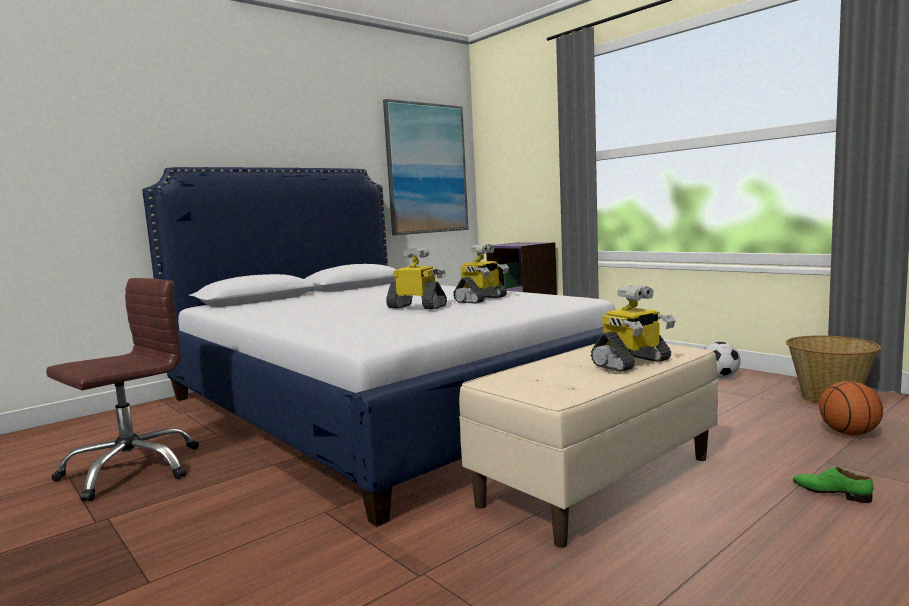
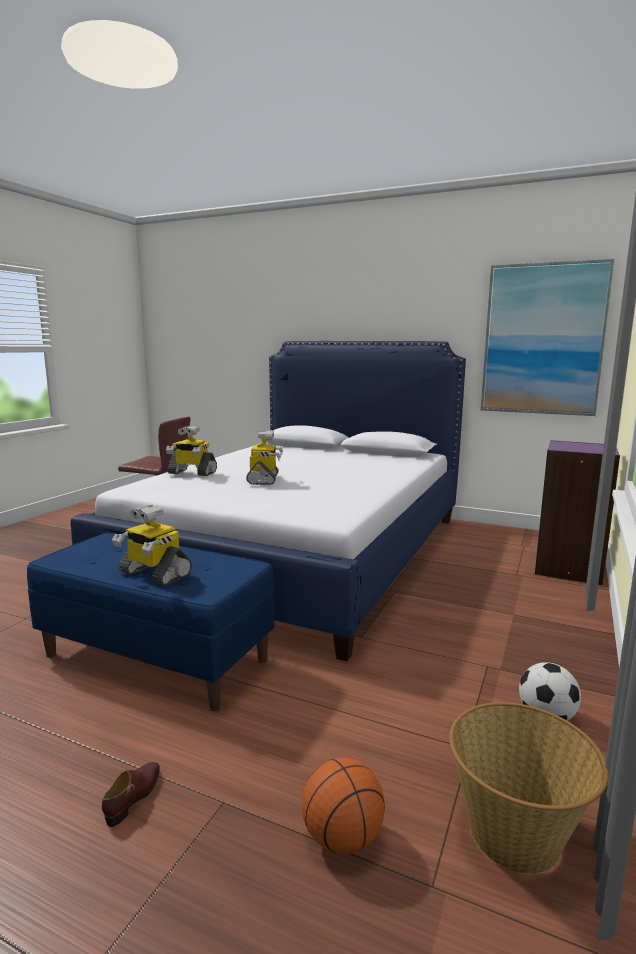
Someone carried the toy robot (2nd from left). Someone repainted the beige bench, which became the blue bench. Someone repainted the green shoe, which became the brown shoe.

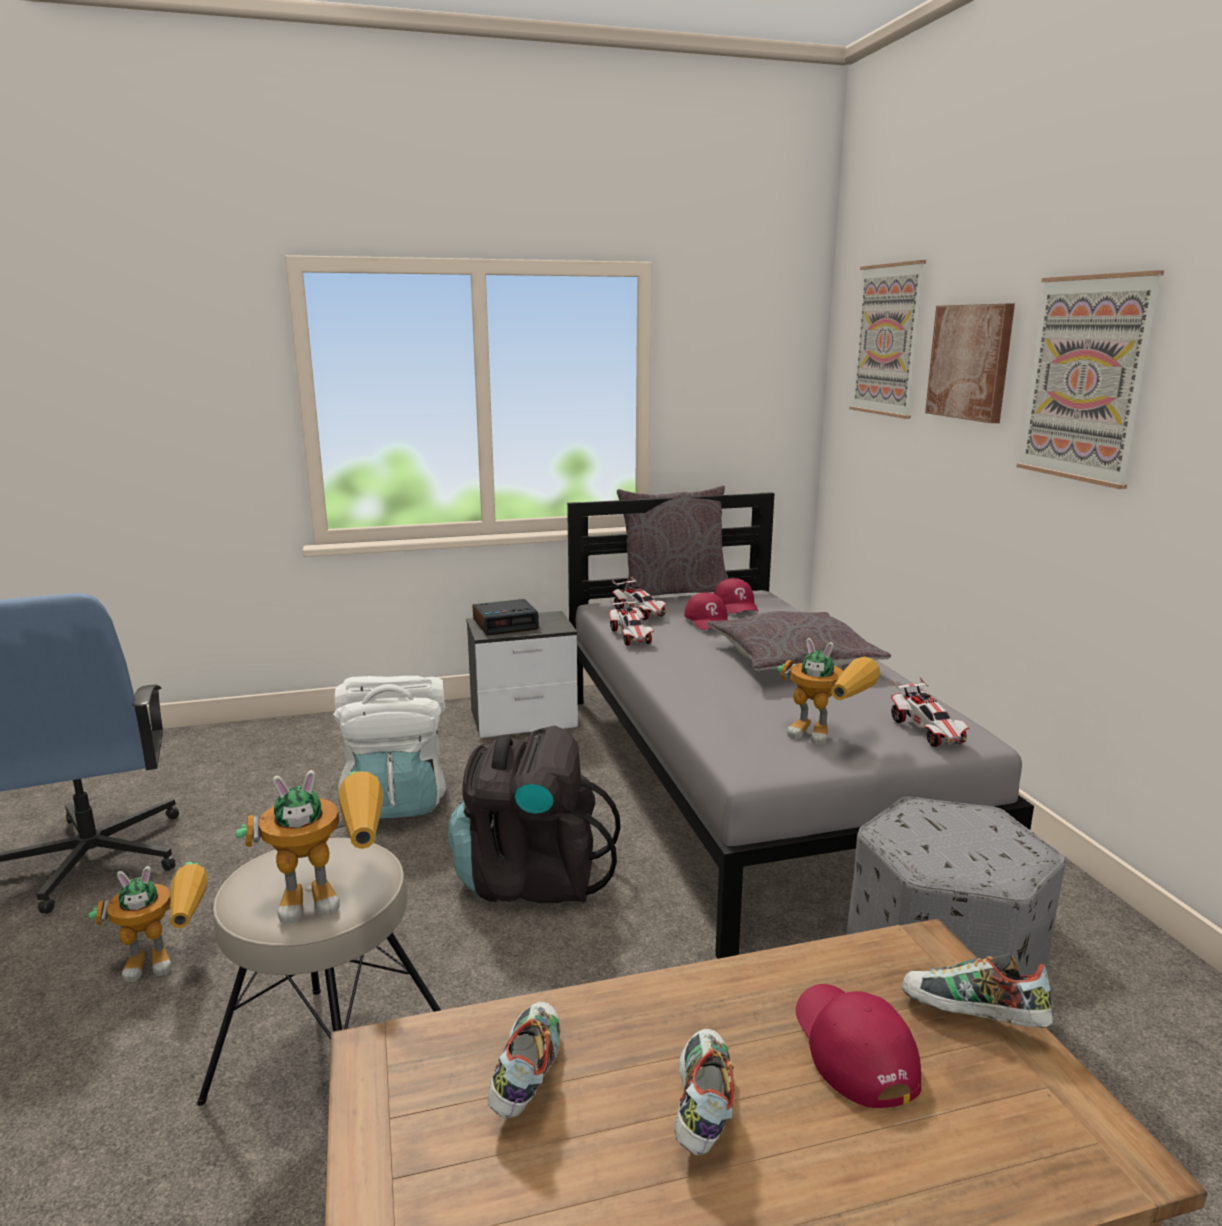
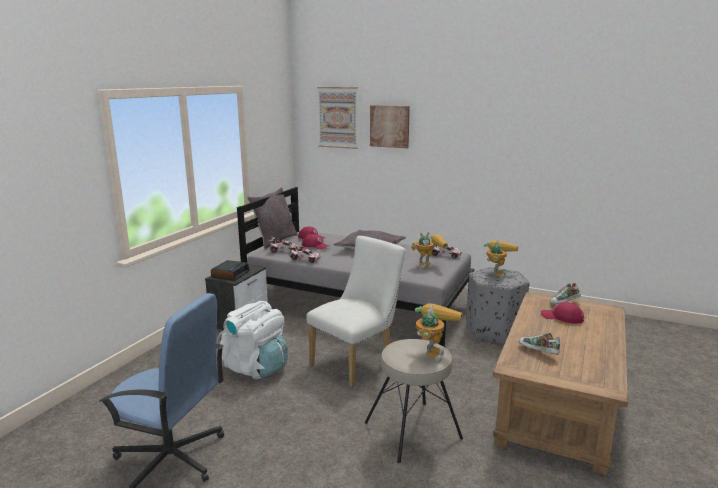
Someone carried the toy robot (1st from left in the first image). Someone swapped the black backpack for the white chair. Someone took away the shoe (2nd from left). Someone took away the picture (3rd from left).

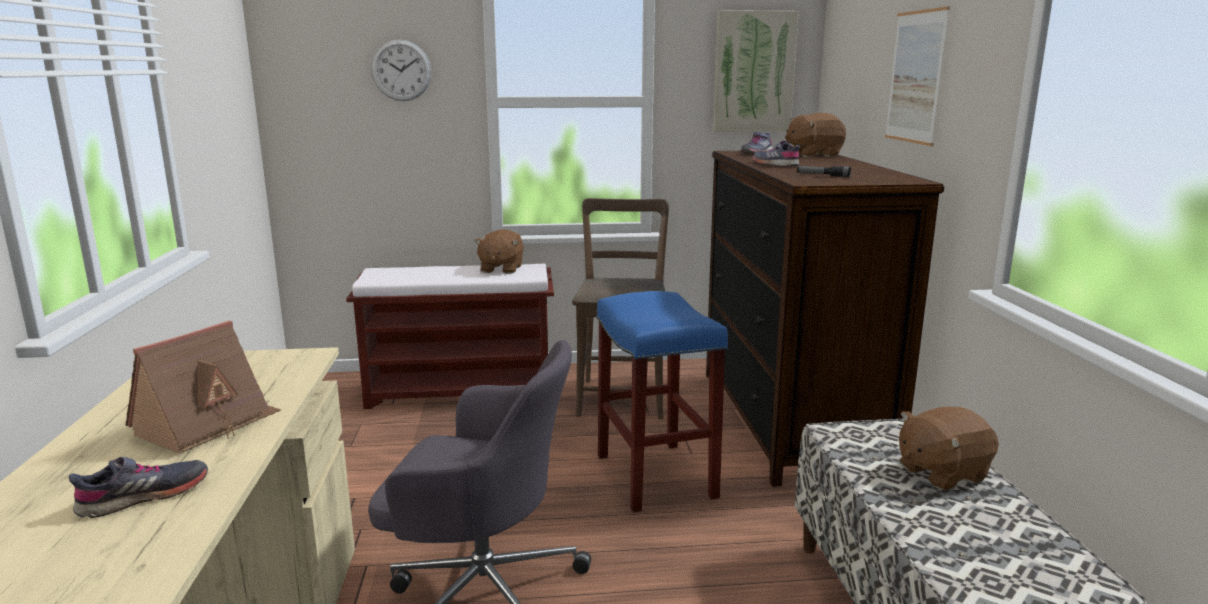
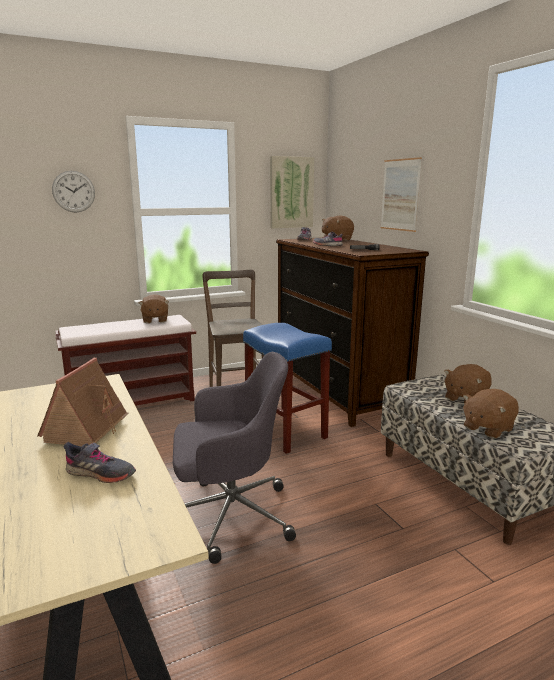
Someone rotated the grey shoe (1st from left) by 75 degrees clockwise. Someone put down the brown plush toy (4th from left).

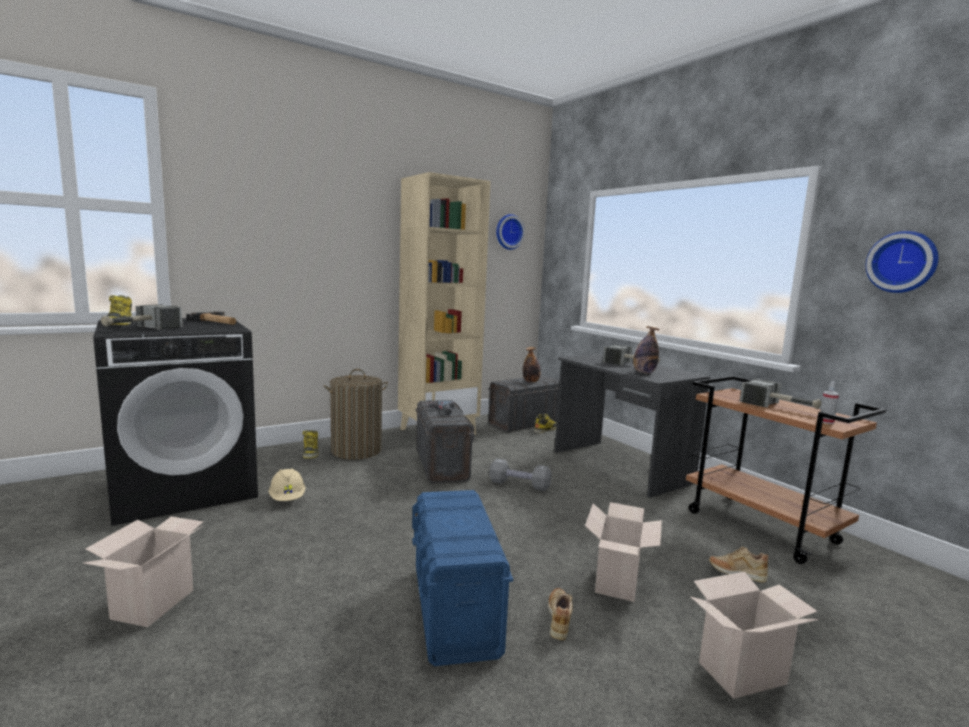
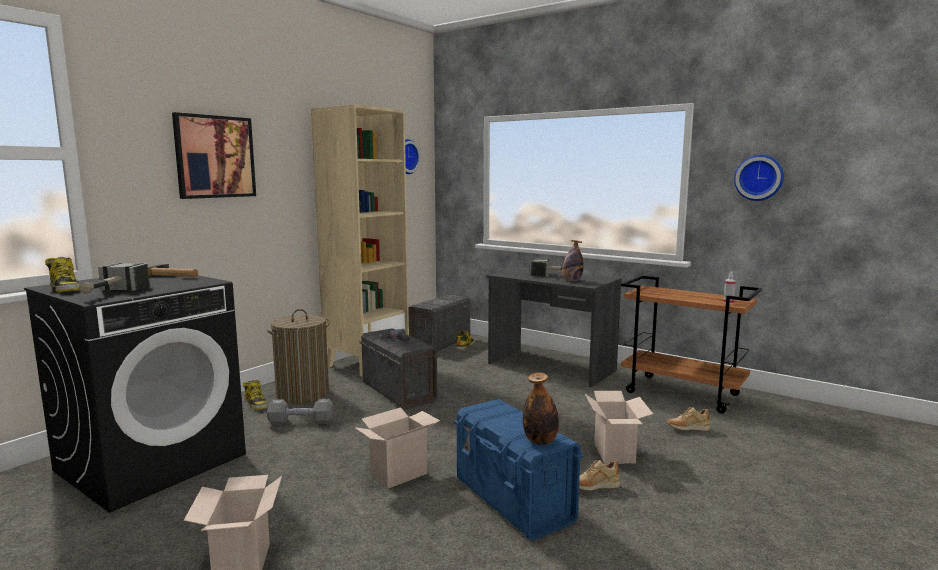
Someone took away the beige hard hat. Someone carried the grey dumbbell. Someone carried the bottle (1st from left). Someone rotated the beige shoe (1st from left) by 90 degrees counterclockwise. Someone carried the cardboard box (3rd from left in the first image). Someone took away the hammer (4th from left). Someone put up the picture.

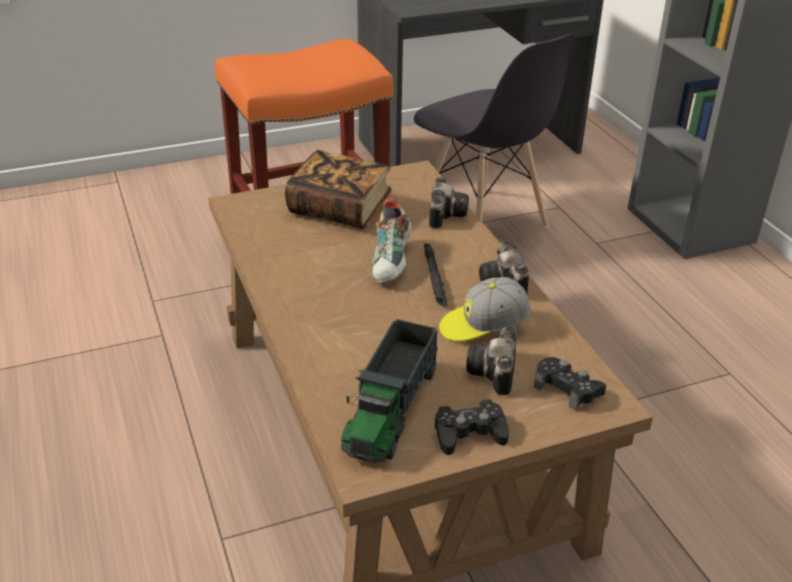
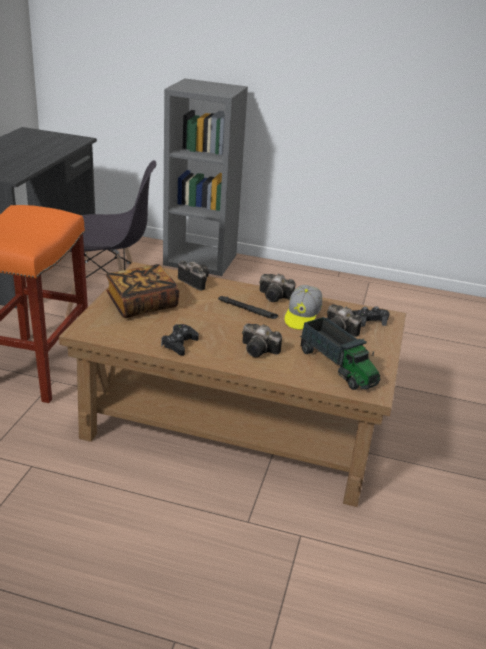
Someone took away the shoe. Someone carried the black game controller (1st from left). Someone put down the photo camera (2nd from left).

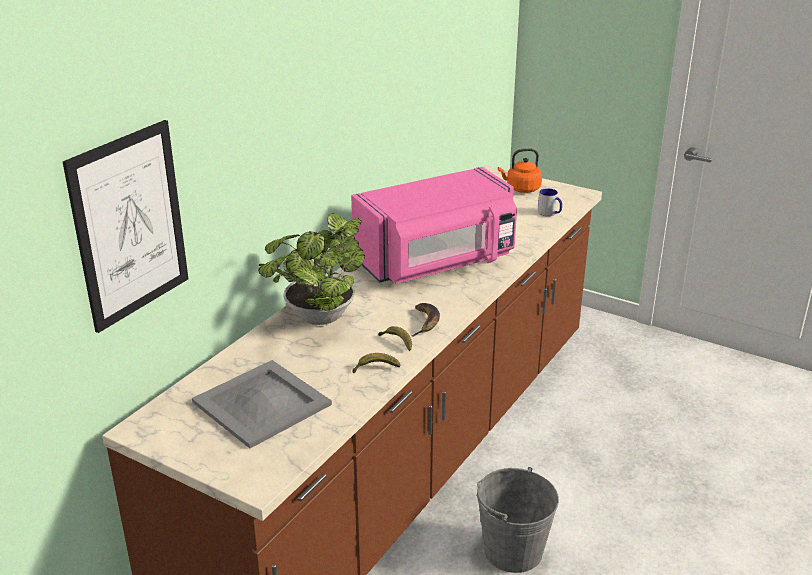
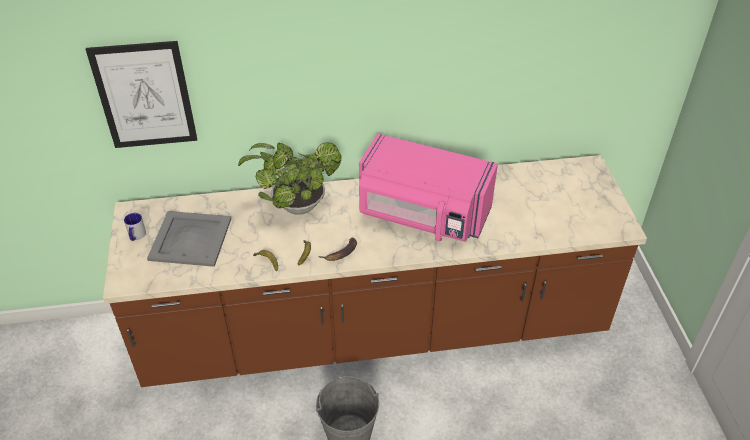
Someone took away the orange kettle. Someone carried the mug.

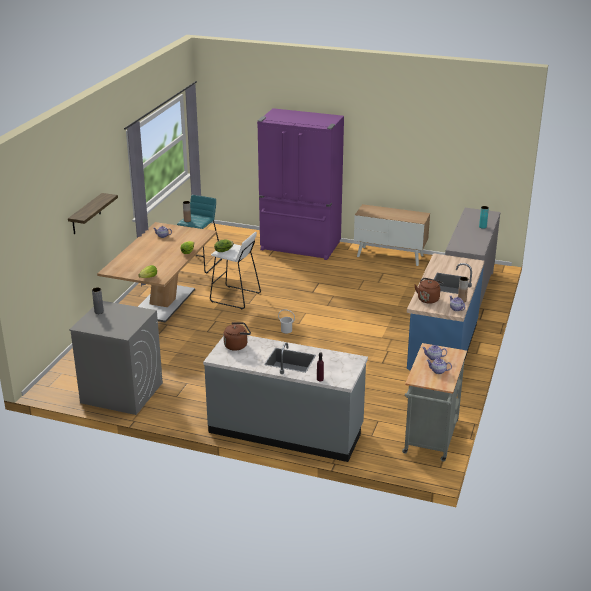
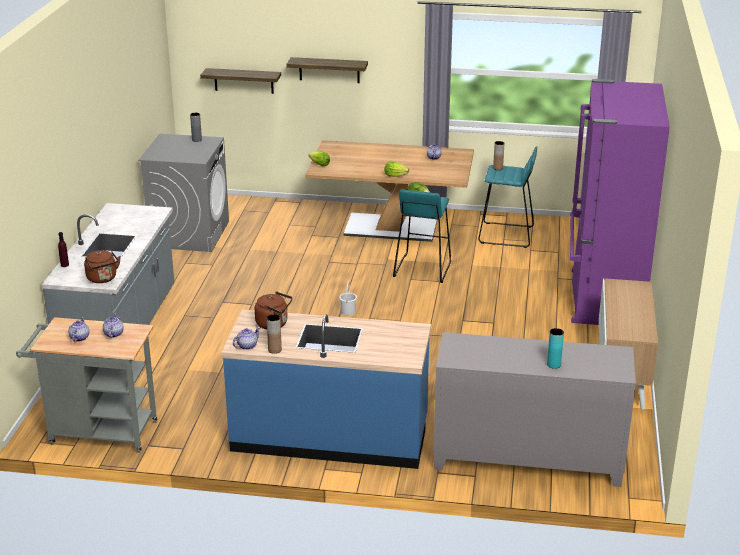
Someone repainted the white stool, which became the turquoise stool (1st from left). Someone carried the brown kettle (1st from left). Someone put up the shelf (1st from left).

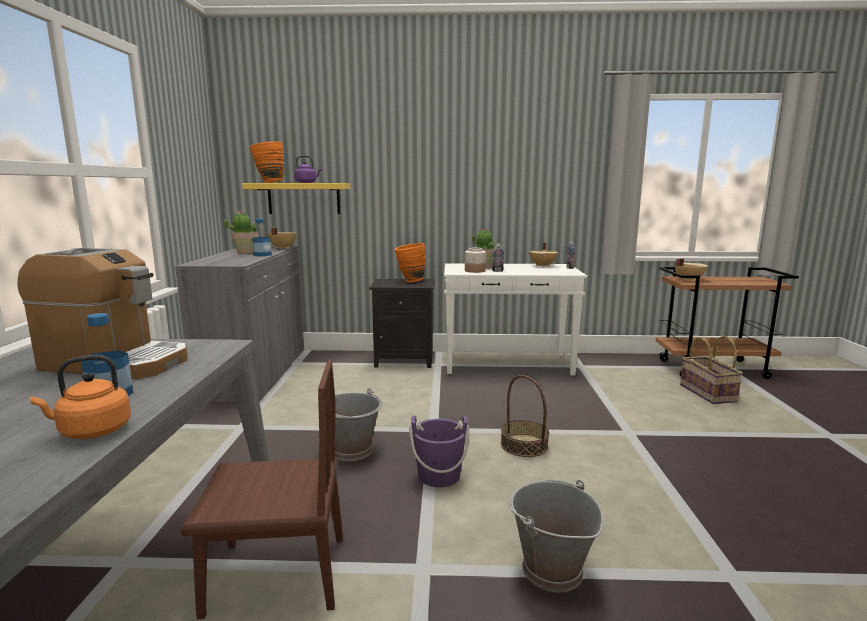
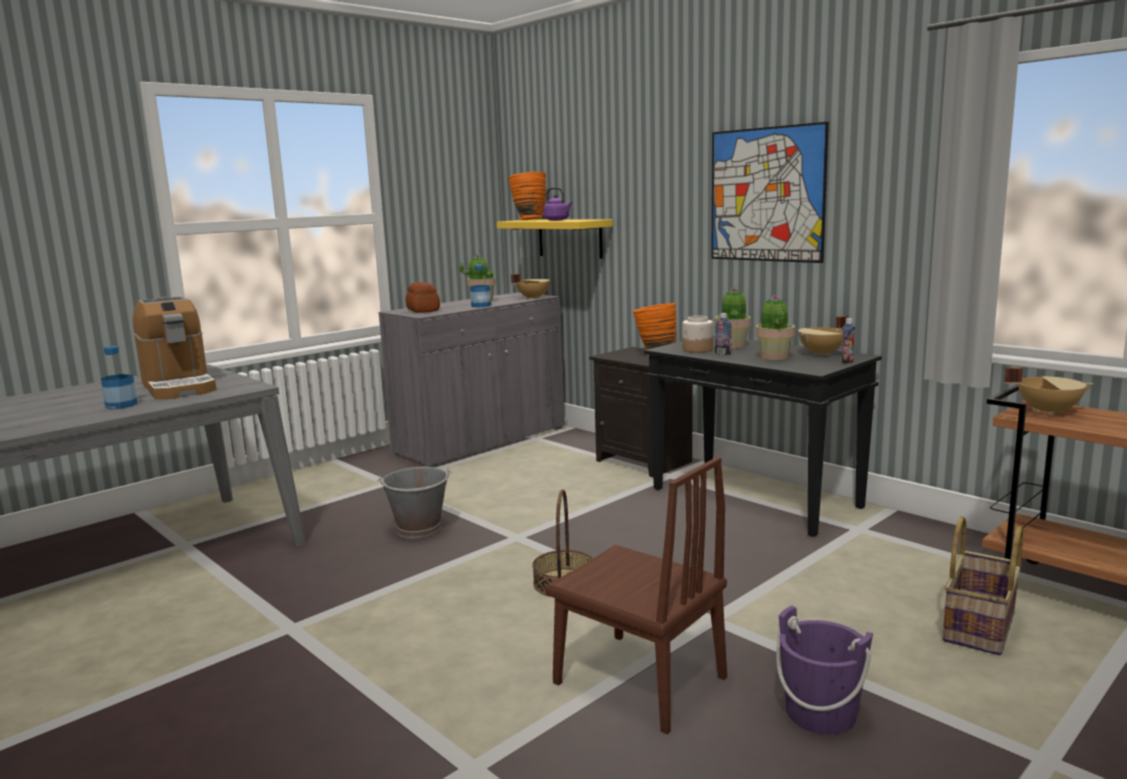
Someone took away the orange kettle. Someone carried the brown chair. Someone carried the purple bucket. Someone repainted the white console table, which became the black console table. Someone took away the grey bucket (2nd from left). Someone put down the bread. Someone put up the picture. Someone put down the potted plant (3rd from left).

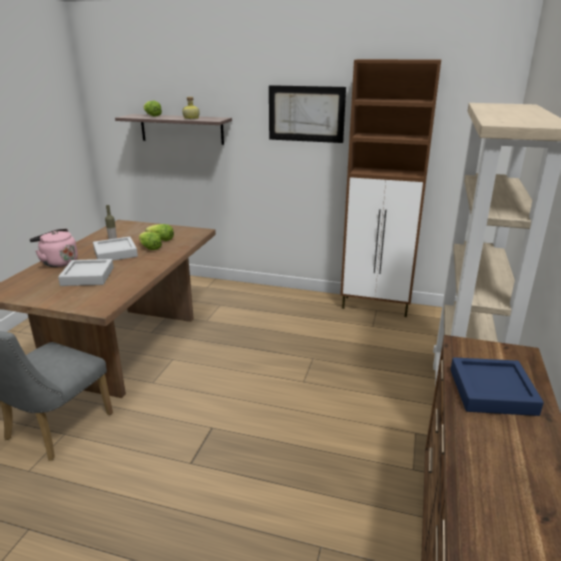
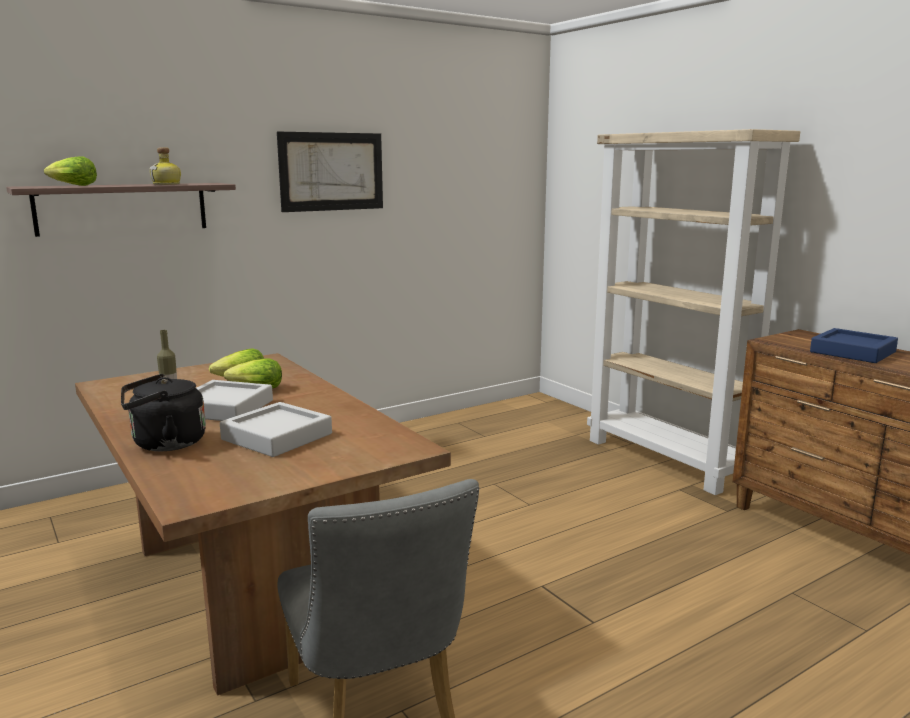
Someone repainted the pink kettle, which became the black kettle. Someone took away the brown cabinet.

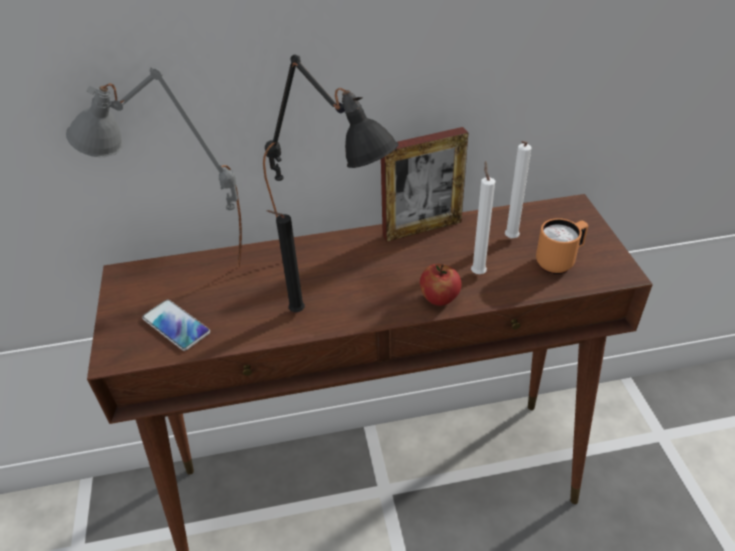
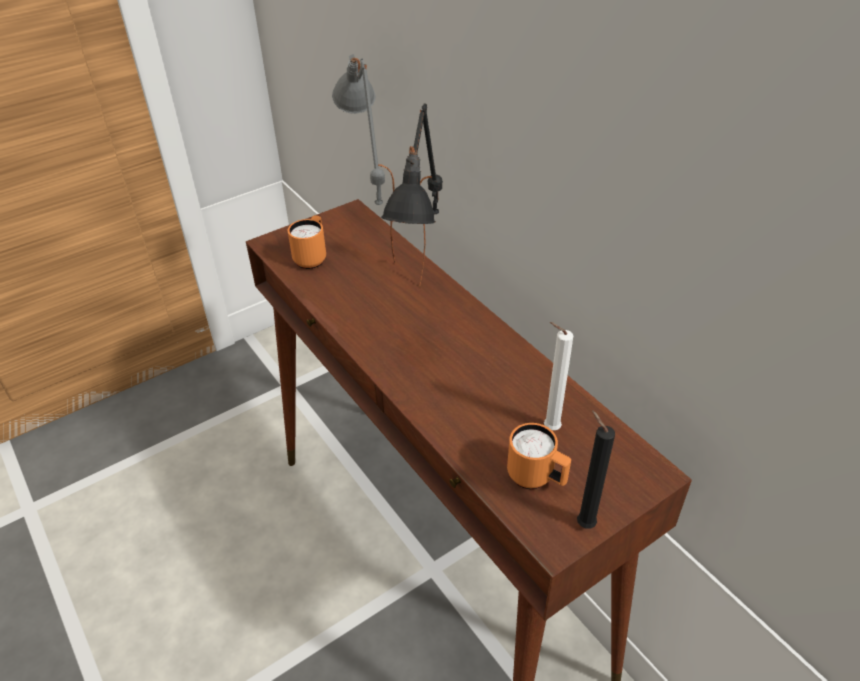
Someone swapped the phone for the orange mug (1st from left). Someone carried the black candle. Someone took away the picture frame. Someone took away the apple. Someone took away the white candle (1st from left).

